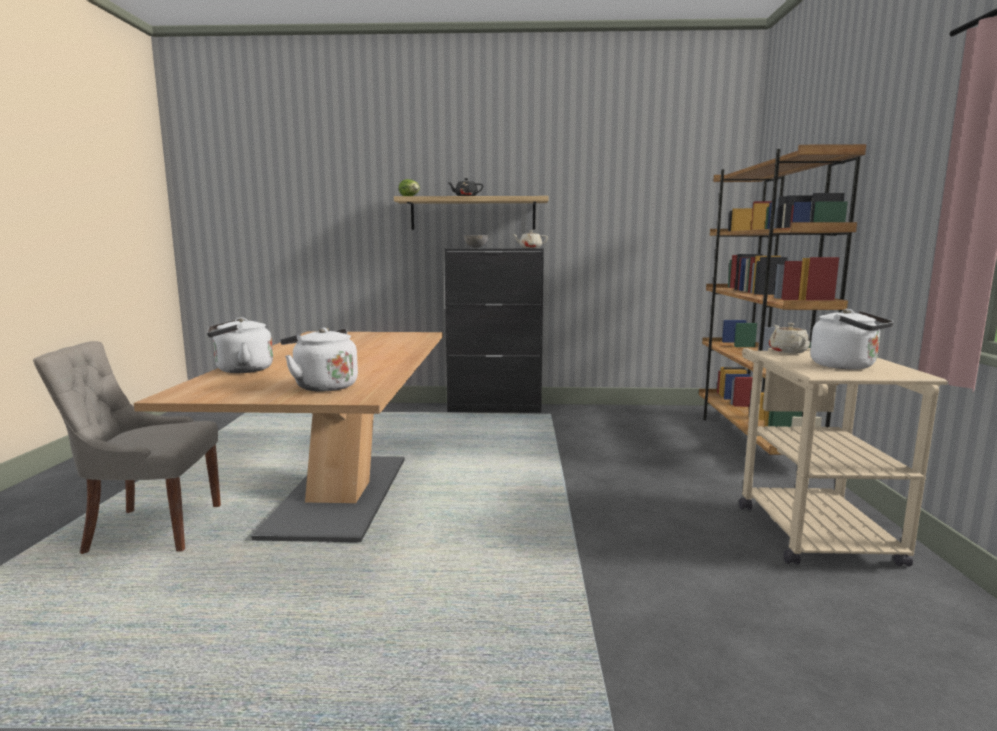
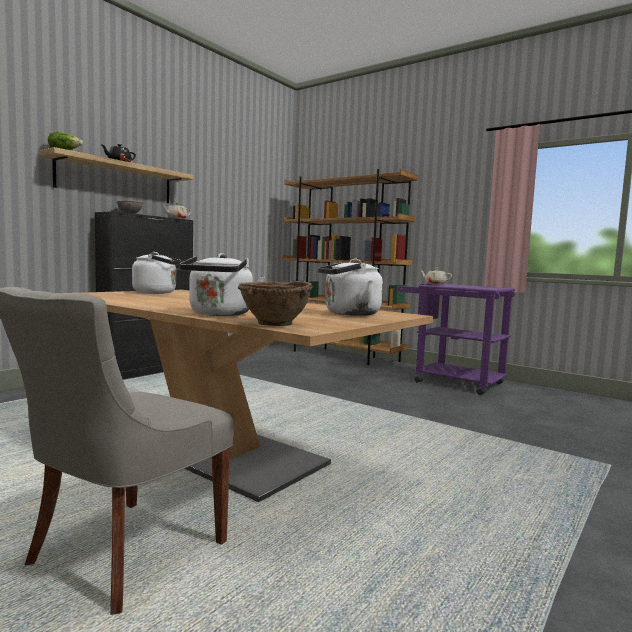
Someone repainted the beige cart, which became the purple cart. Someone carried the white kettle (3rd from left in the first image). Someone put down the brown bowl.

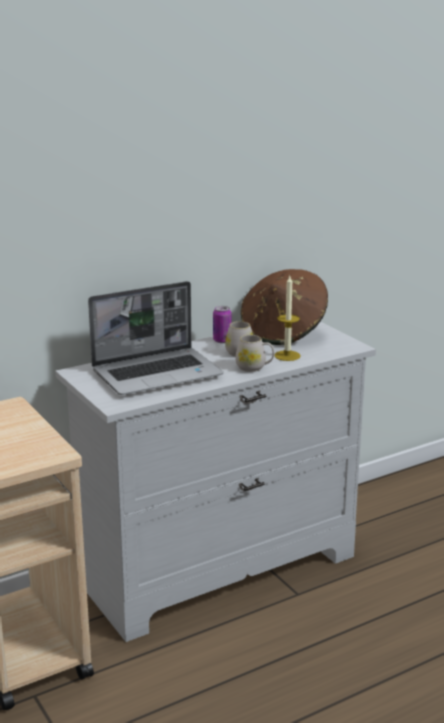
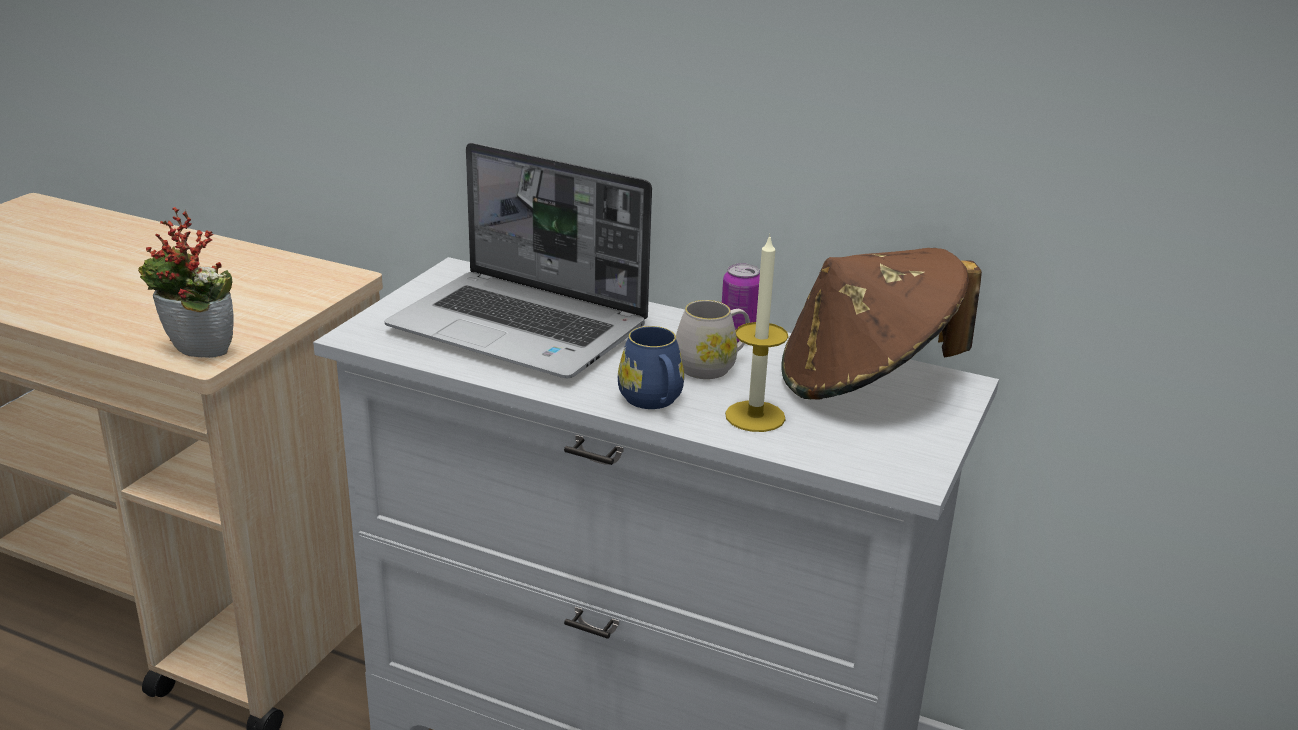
Someone repainted the white mug (2nd from left), which became the blue mug. Someone put down the potted plant.

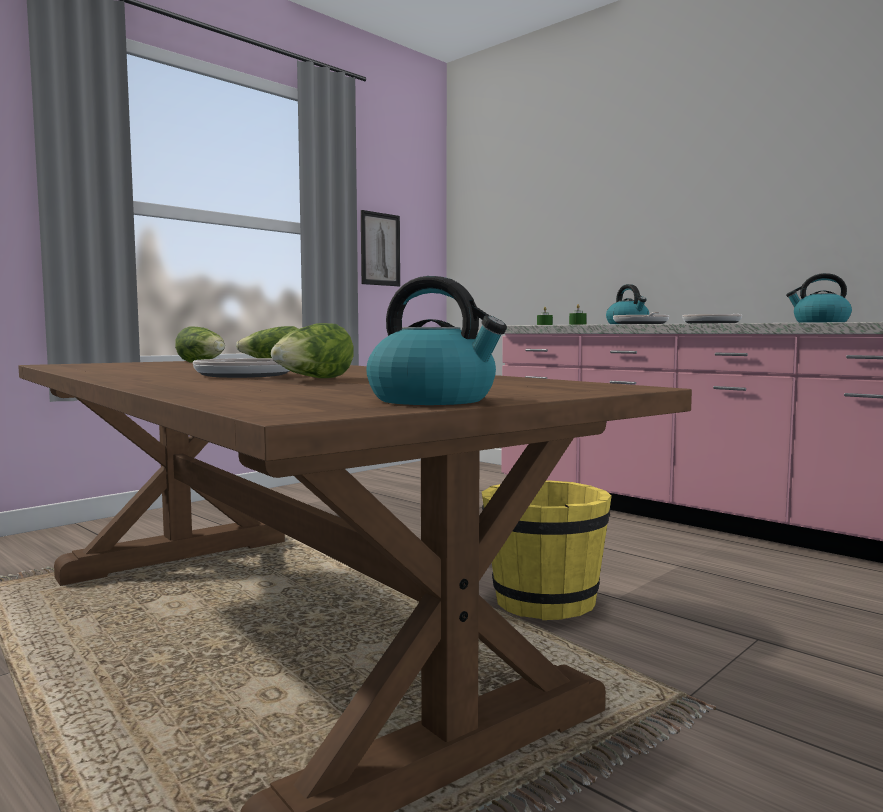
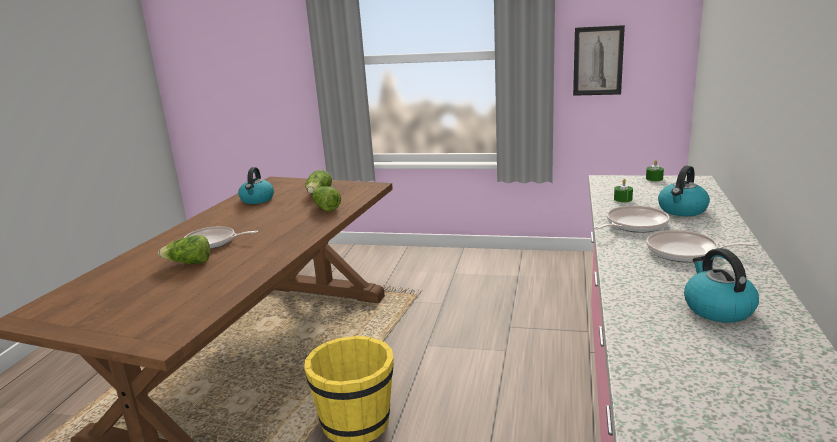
Someone carried the kettle (1st from left).

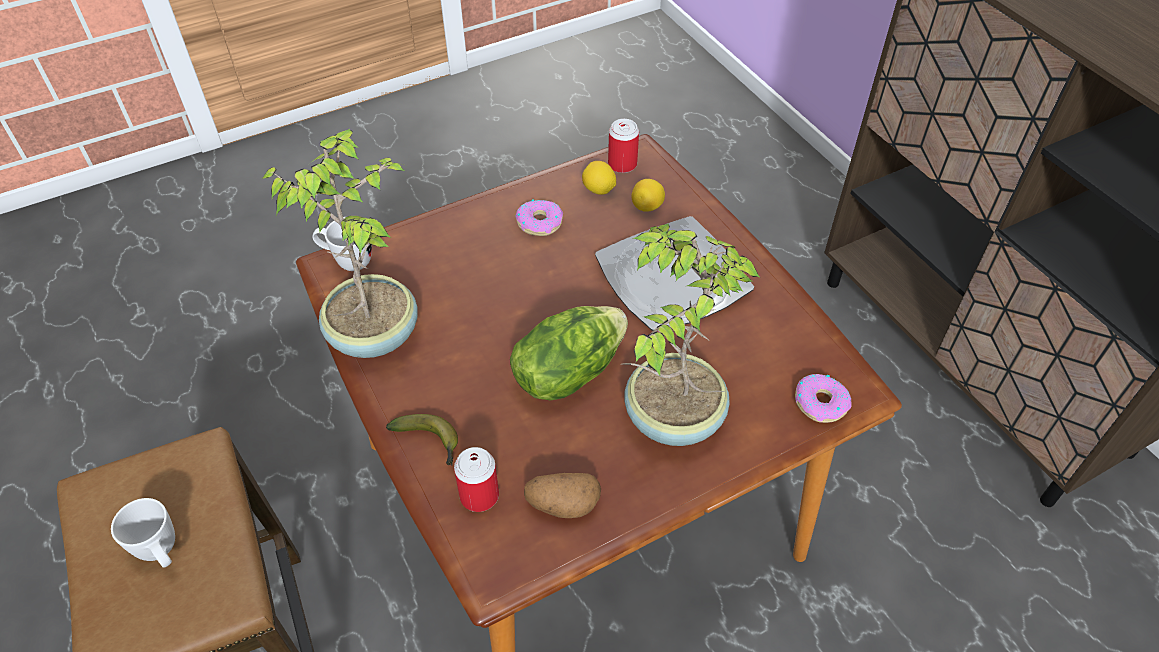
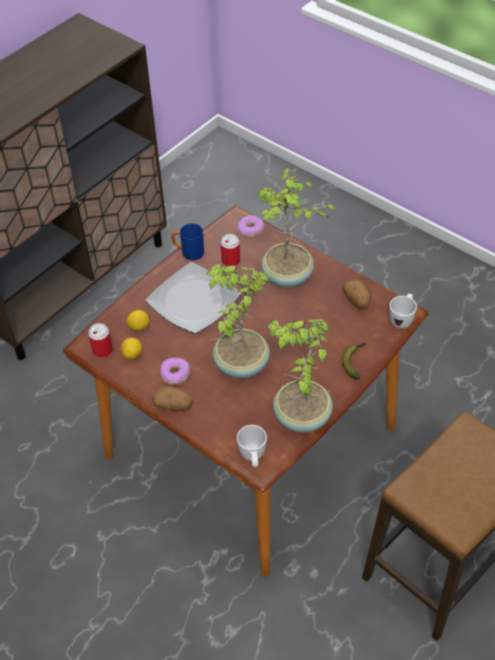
Someone carried the white mug (1st from left in the first image). Someone carried the can (1st from left in the first image). Someone took away the lettuce. Someone put down the potato (1st from left). Someone put down the blue mug. Someone put down the potted plant (1st from left).

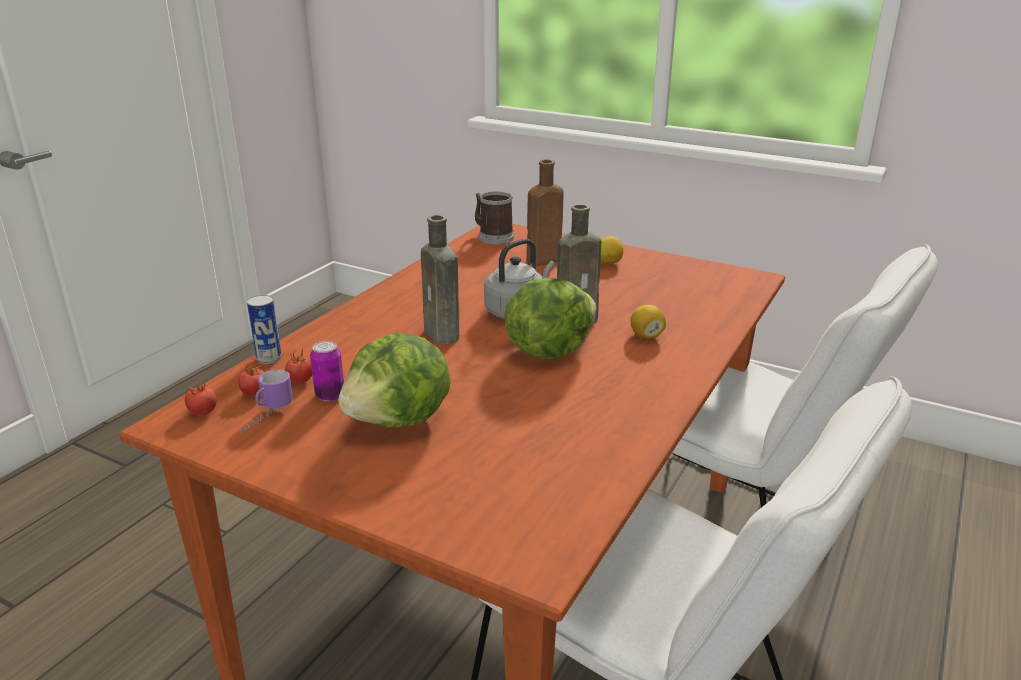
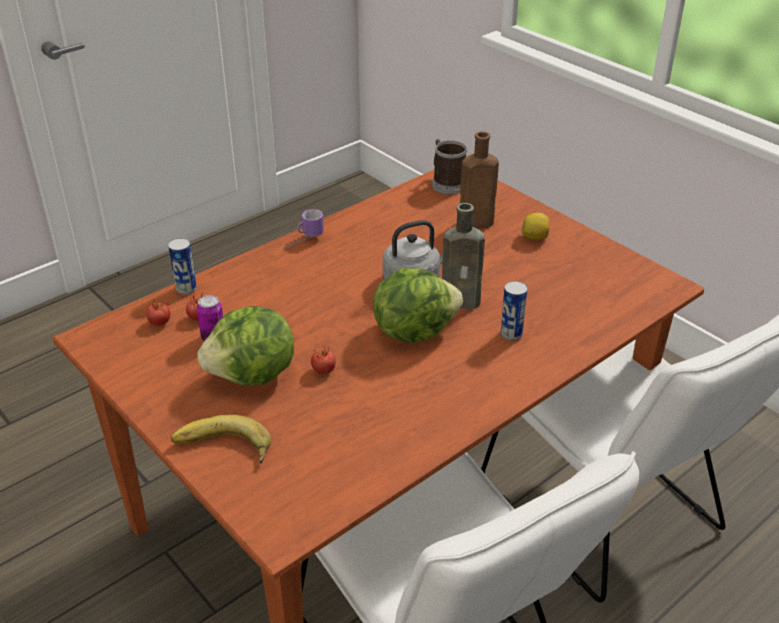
Someone carried the tomato (1st from left in the first image). Someone carried the mug (1st from left). Someone took away the brown bottle (1st from left). Someone swapped the lemon (2nd from left) for the can (3rd from left). Someone put down the banana.

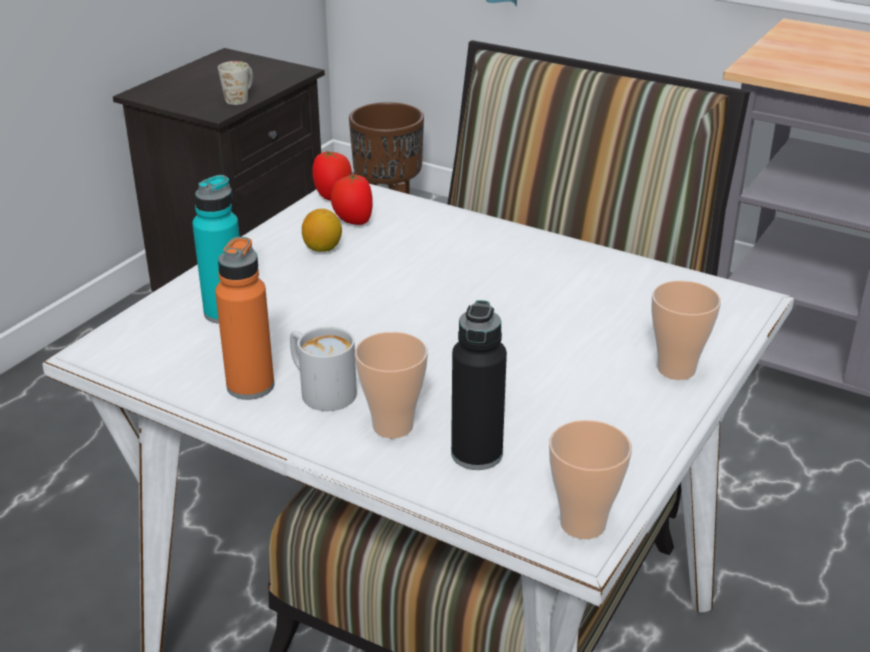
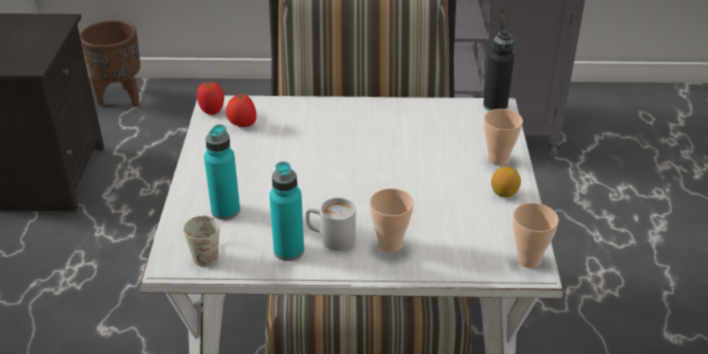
Someone repainted the orange bottle, which became the turquoise bottle (2nd from left). Someone carried the white mug (1st from left). Someone carried the lemon. Someone carried the black bottle.

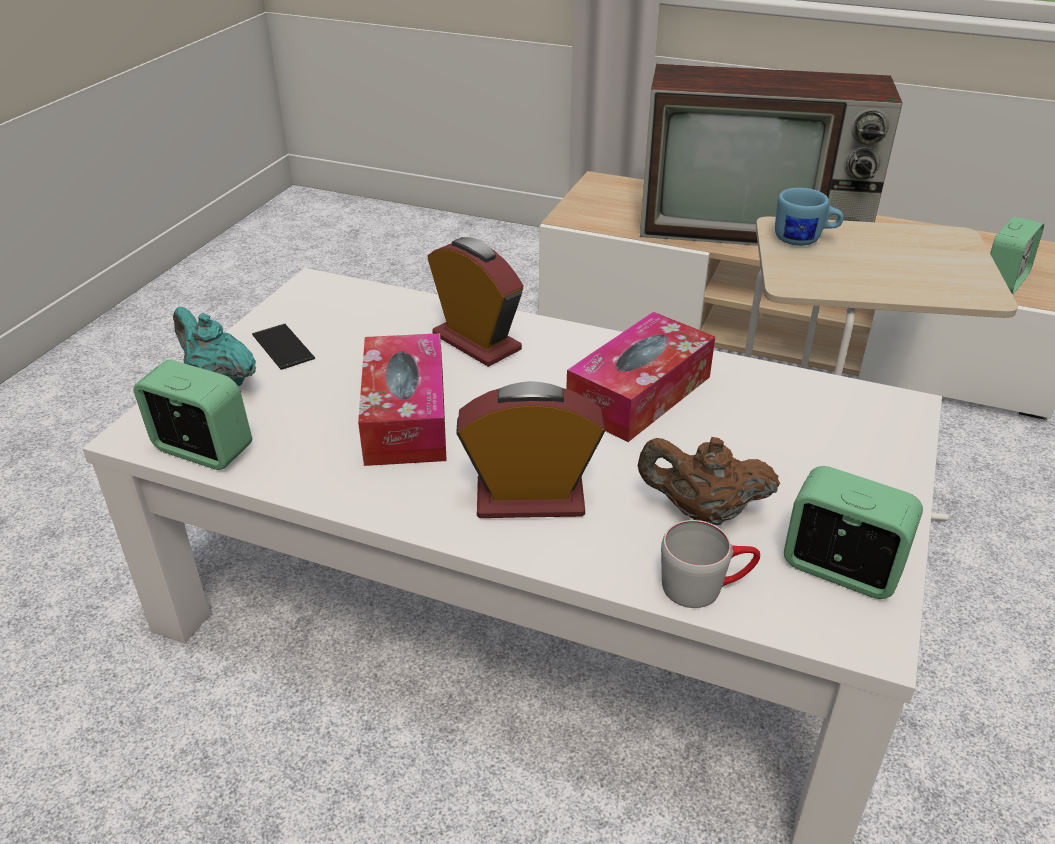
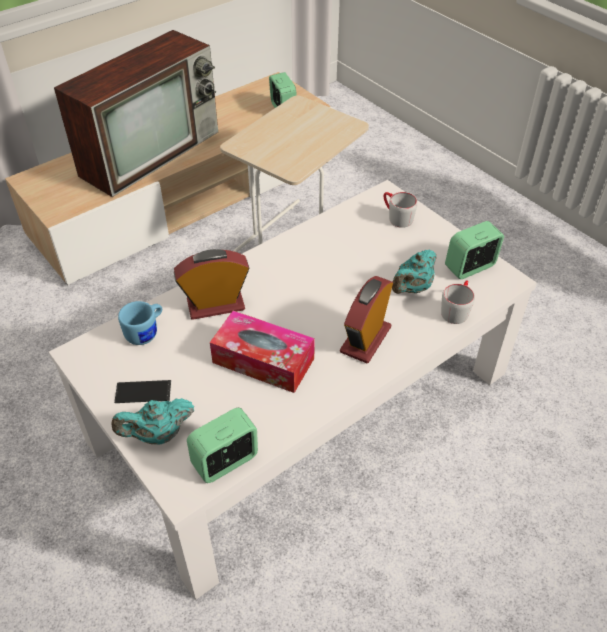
Someone took away the tissue box (2nd from left). Someone repainted the brown teapot, which became the turquoise teapot (2nd from left). Someone carried the blue mug. Someone put down the grey mug (1st from left).

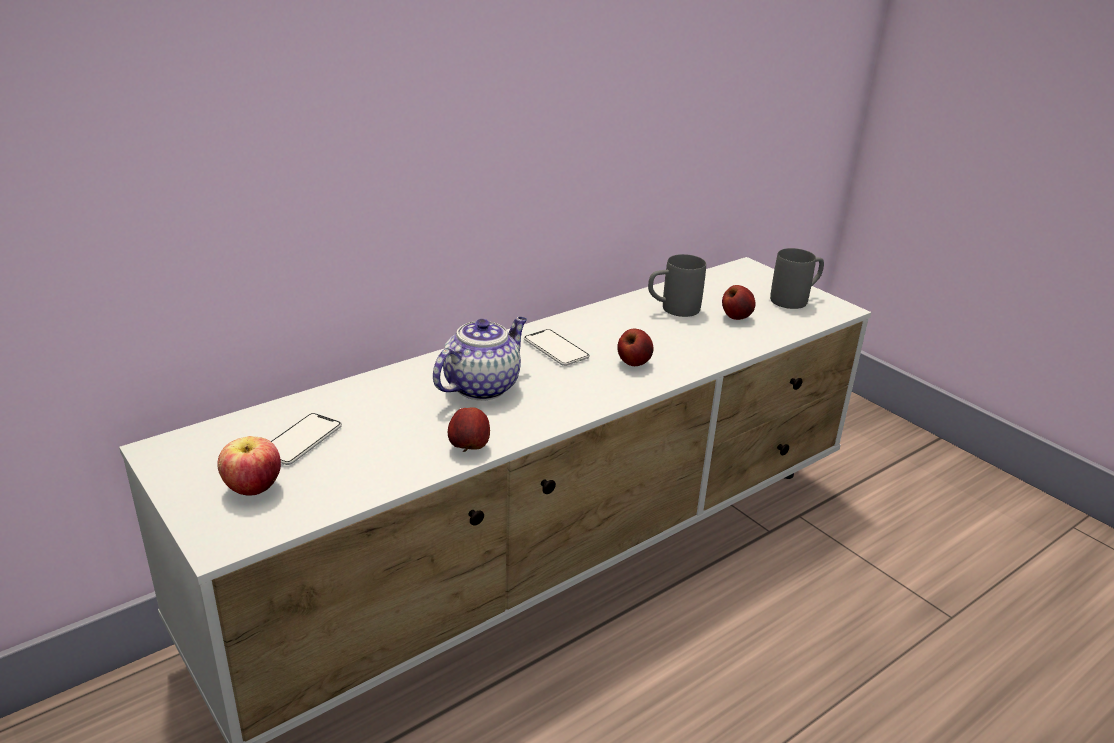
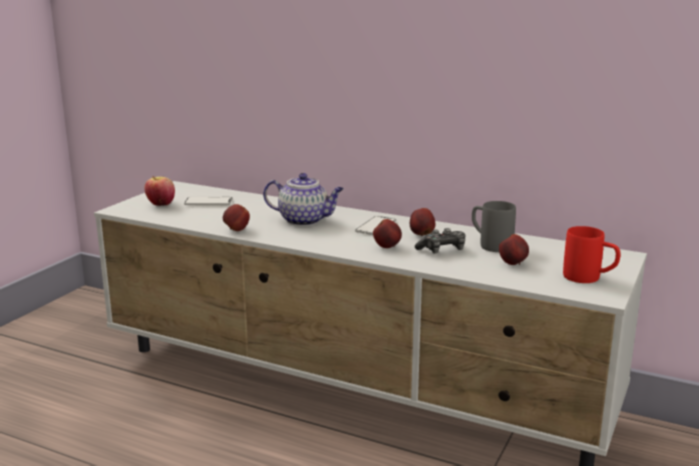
Someone repainted the grey mug (2nd from left), which became the red mug. Someone put down the apple (4th from left). Someone put down the game controller.

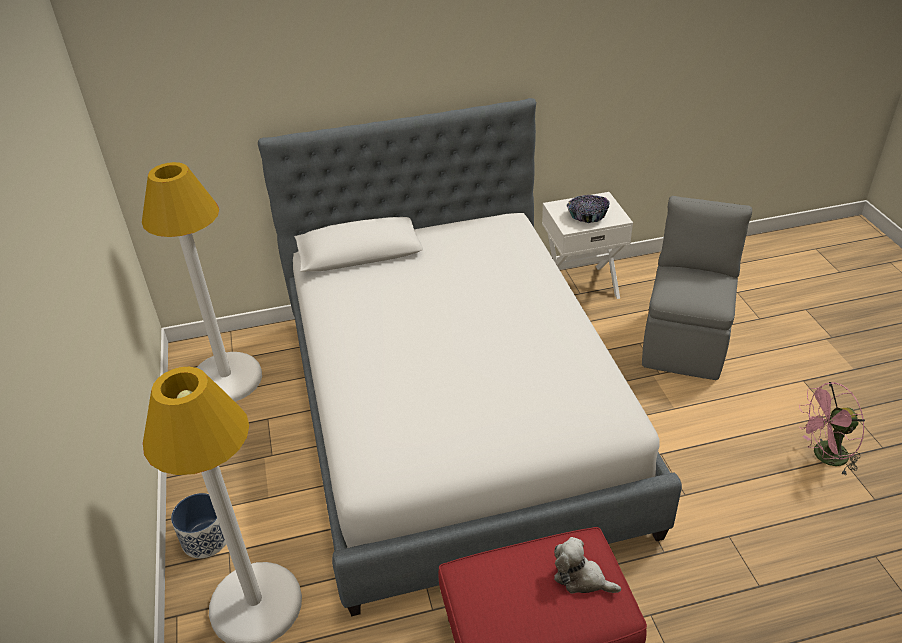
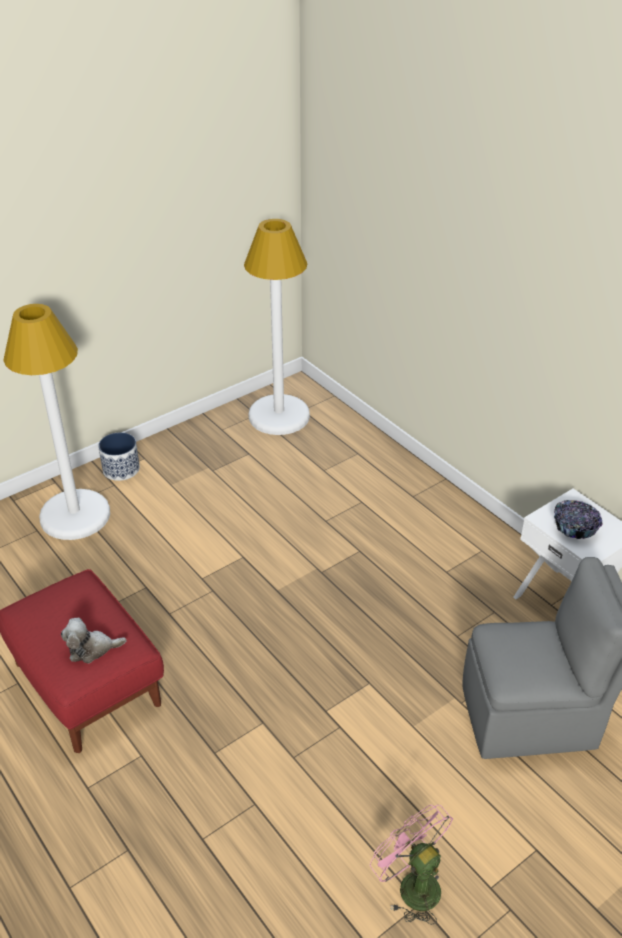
Someone took away the bed. Someone rotated the plush toy by 105 degrees counterclockwise.

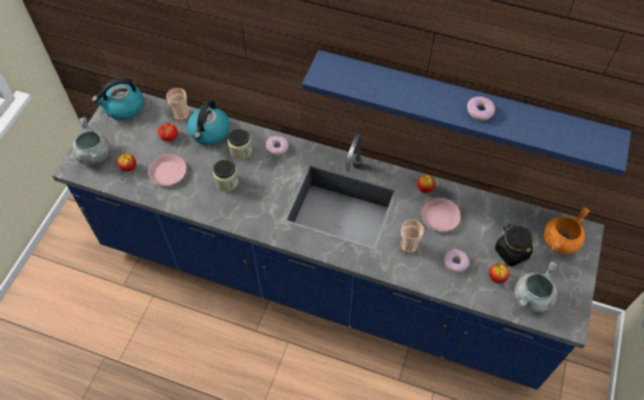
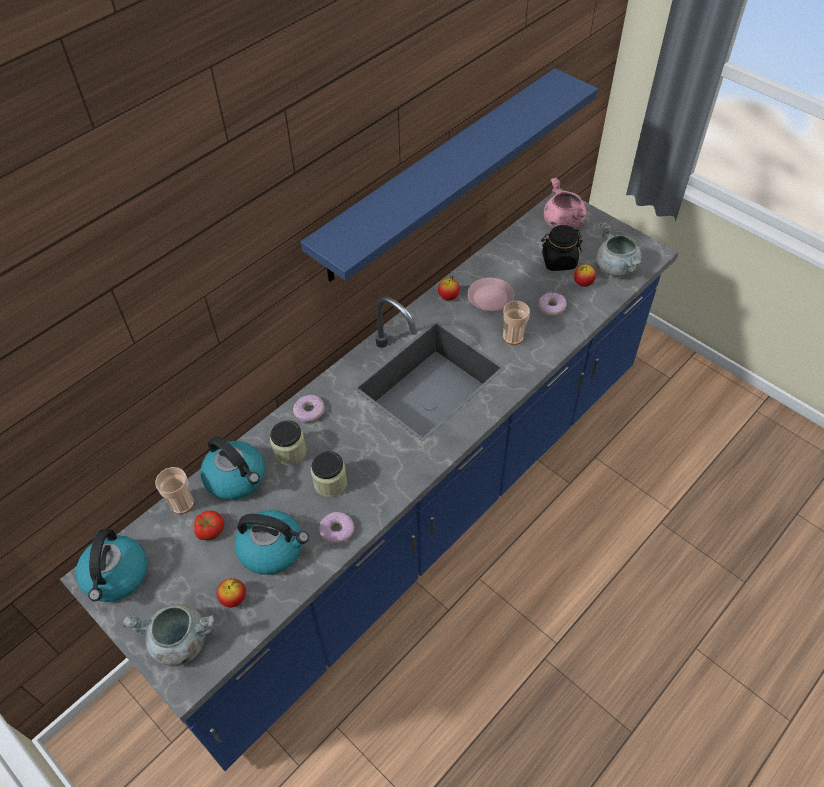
Someone swapped the pink plate (1st from left) for the kettle (3rd from left). Someone carried the donut (3rd from left in the first image). Someone repainted the orange cooking pot, which became the pink cooking pot.

